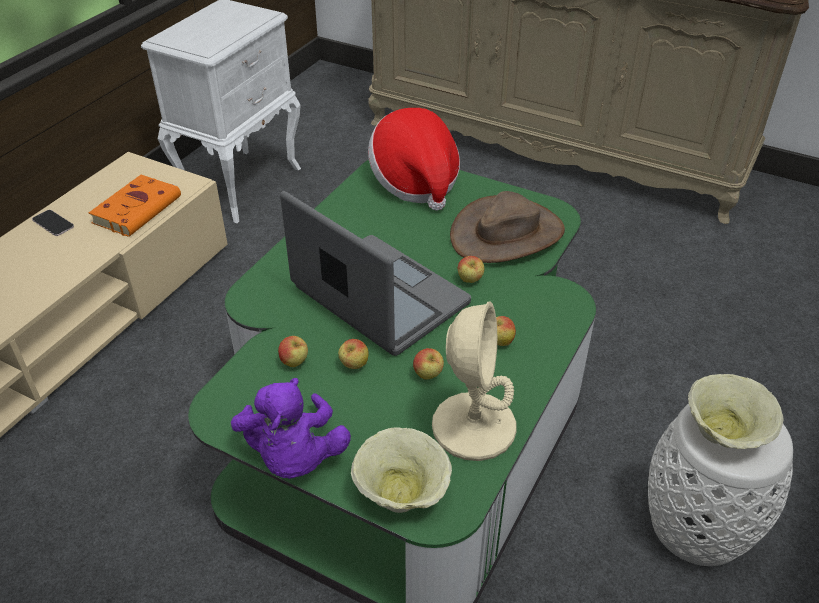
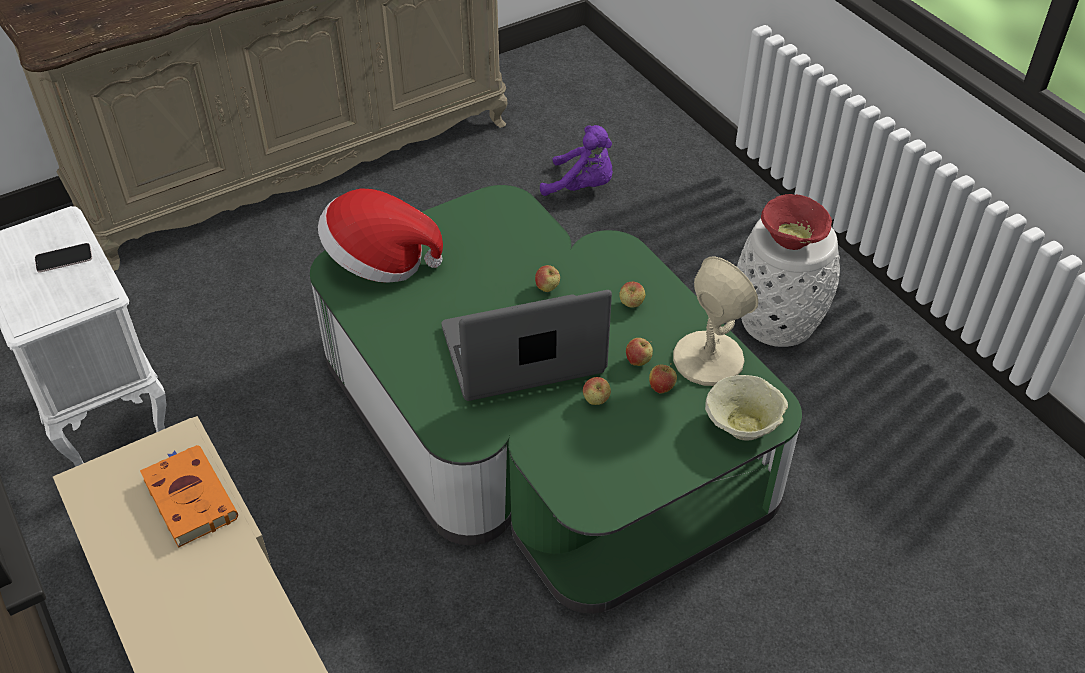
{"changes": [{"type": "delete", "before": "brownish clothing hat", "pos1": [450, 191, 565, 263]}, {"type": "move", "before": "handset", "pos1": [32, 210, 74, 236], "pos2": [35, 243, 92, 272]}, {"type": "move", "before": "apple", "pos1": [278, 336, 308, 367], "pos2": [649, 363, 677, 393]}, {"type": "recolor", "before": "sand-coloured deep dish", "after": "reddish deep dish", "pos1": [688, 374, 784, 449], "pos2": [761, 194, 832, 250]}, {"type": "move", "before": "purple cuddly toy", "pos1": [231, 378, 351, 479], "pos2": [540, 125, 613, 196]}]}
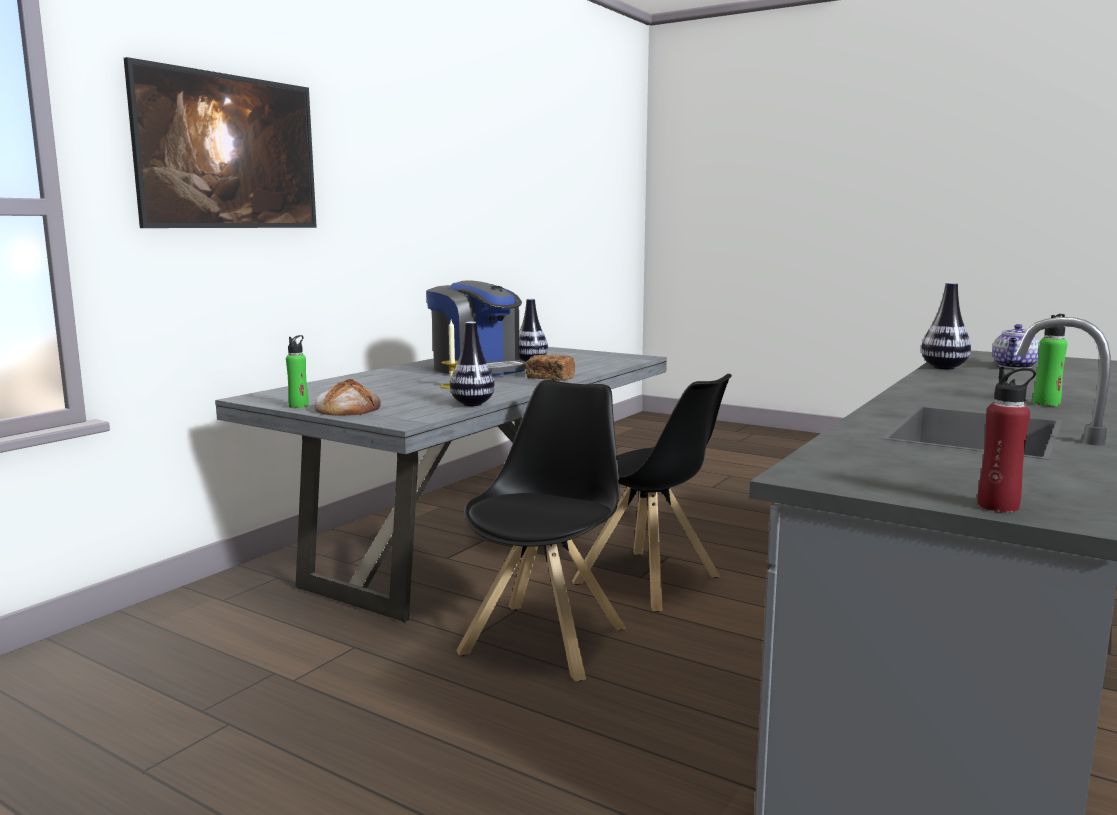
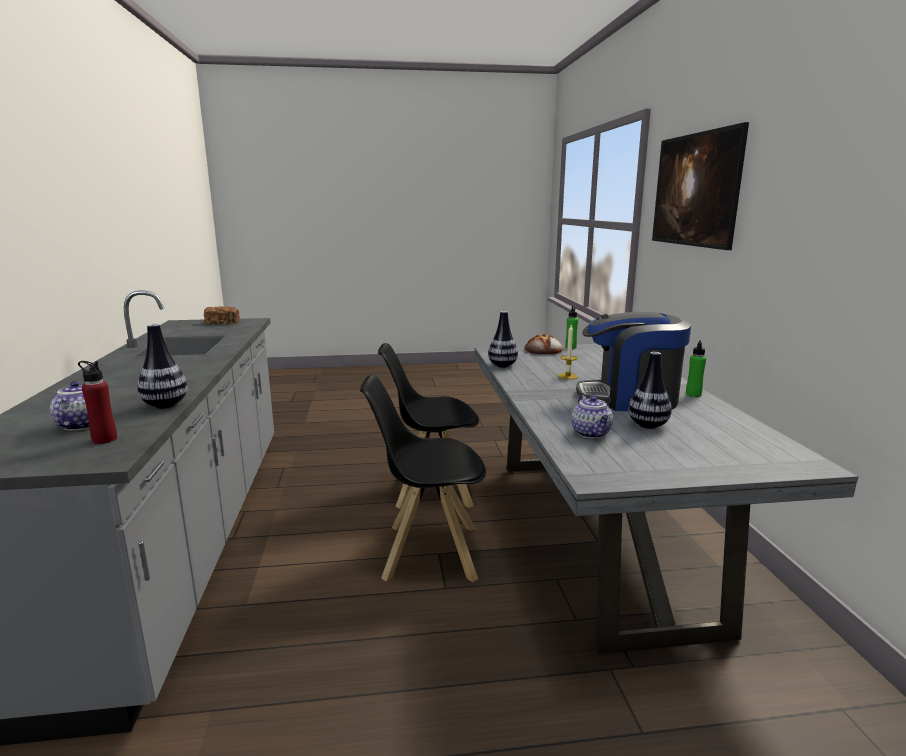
{"changes": [{"type": "move", "before": "greenish drink bottle", "pos1": [1033, 314, 1068, 406], "pos2": [686, 340, 706, 397]}, {"type": "move", "before": "bakery bread", "pos1": [526, 355, 575, 381], "pos2": [204, 306, 239, 324]}, {"type": "move", "before": "reddish drink bottle", "pos1": [978, 366, 1036, 512], "pos2": [78, 361, 117, 444]}, {"type": "rotate", "before": "blackish upright chair", "pos1": [456, 380, 626, 681], "pos2": [378, 343, 479, 509], "turn": 105}, {"type": "insert", "after": "pot for tea", "pos2": [571, 395, 613, 438]}]}
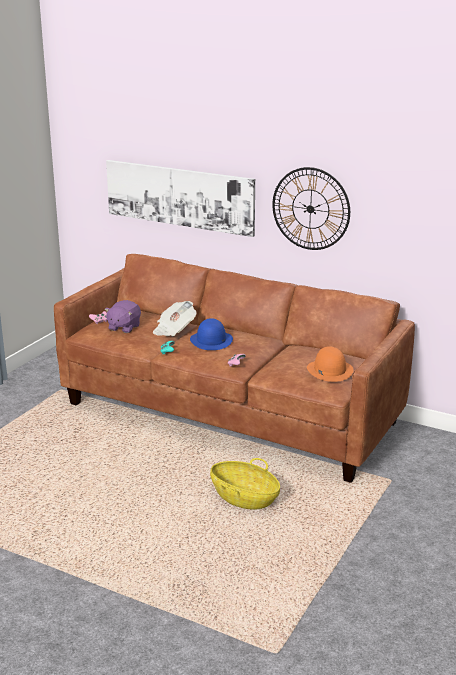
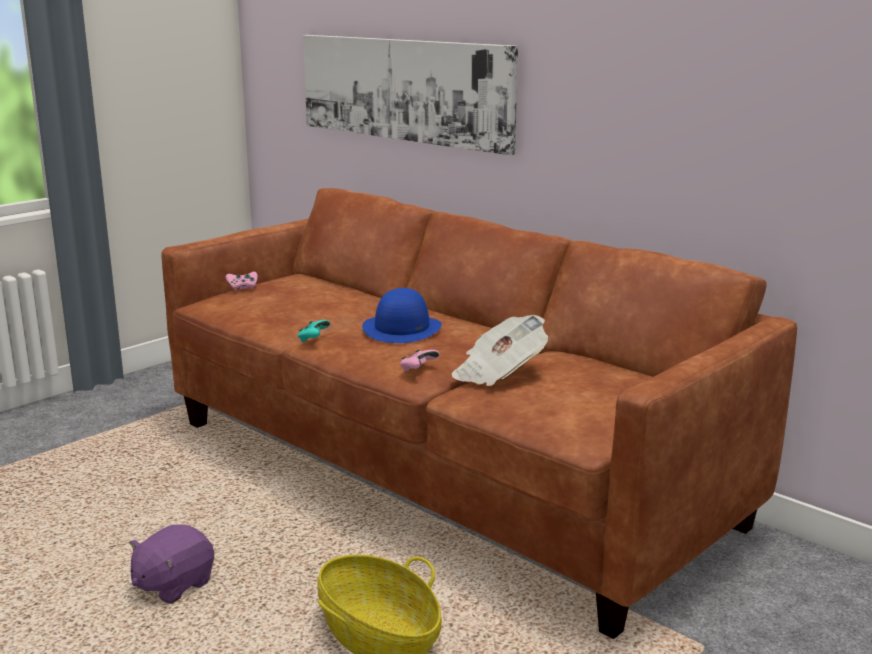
{"changes": [{"type": "delete", "before": "clock on the wall", "pos1": [272, 167, 350, 250]}, {"type": "move", "before": "purple cuddly toy", "pos1": [105, 300, 141, 333], "pos2": [129, 524, 214, 604]}, {"type": "move", "before": "printed paper", "pos1": [153, 301, 196, 336], "pos2": [452, 315, 548, 386]}, {"type": "delete", "before": "orangey clothing hat", "pos1": [307, 346, 354, 382]}]}
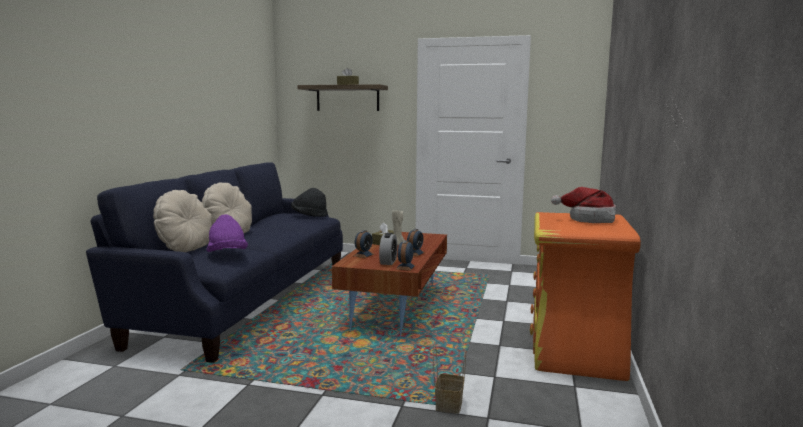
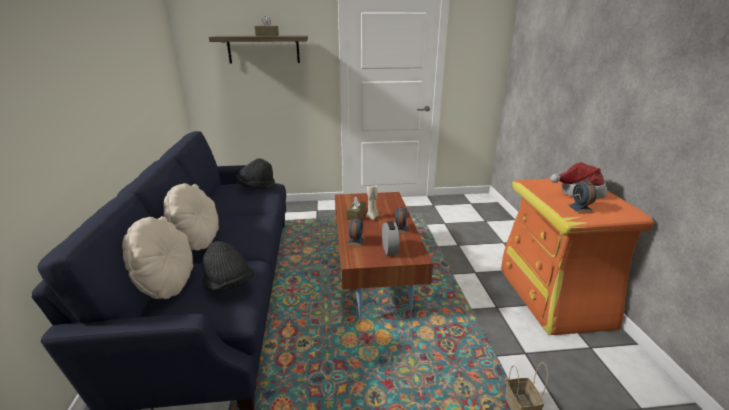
{"changes": [{"type": "recolor", "before": "purple clothing hat", "after": "blackish clothing hat", "pos1": [207, 214, 248, 252], "pos2": [202, 241, 255, 293]}, {"type": "move", "before": "table clock", "pos1": [396, 240, 415, 271], "pos2": [567, 181, 597, 214]}]}
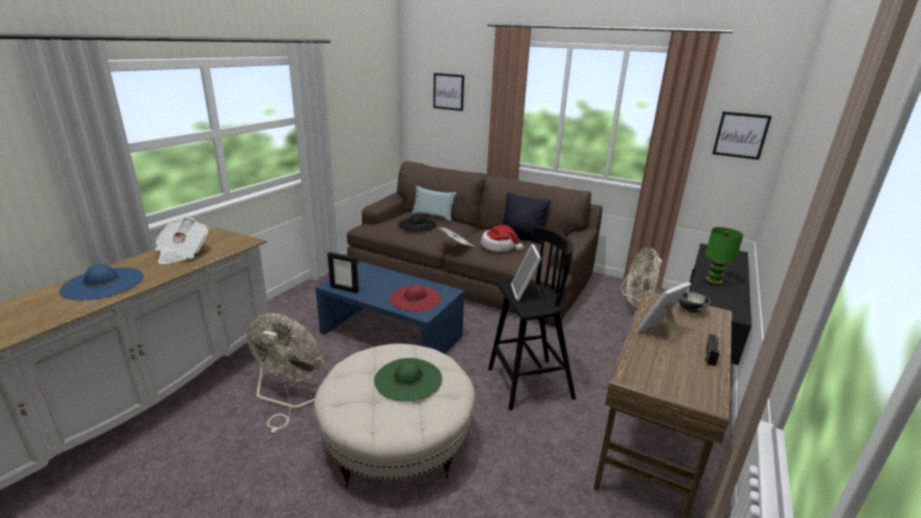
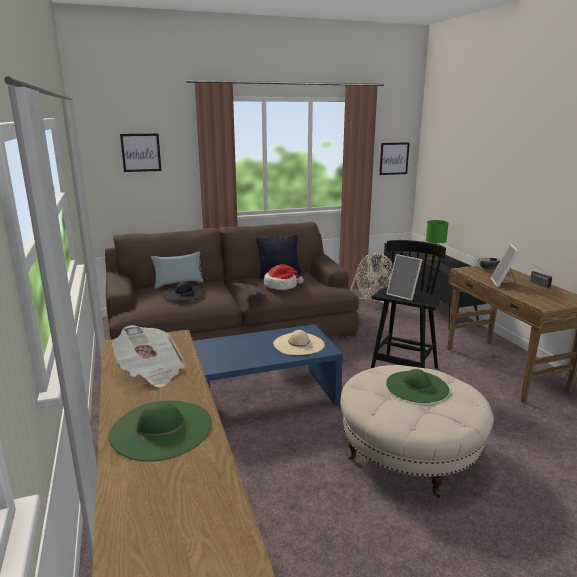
{"changes": [{"type": "delete", "before": "picture frame", "pos1": [327, 252, 359, 293]}, {"type": "recolor", "before": "blue clothing hat", "after": "greenish clothing hat", "pos1": [59, 264, 144, 300], "pos2": [108, 401, 212, 462]}, {"type": "recolor", "before": "reddish clothing hat", "after": "sand-coloured clothing hat", "pos1": [390, 285, 441, 312], "pos2": [273, 330, 325, 355]}, {"type": "delete", "before": "sand-coloured electric fan", "pos1": [245, 314, 330, 435]}]}
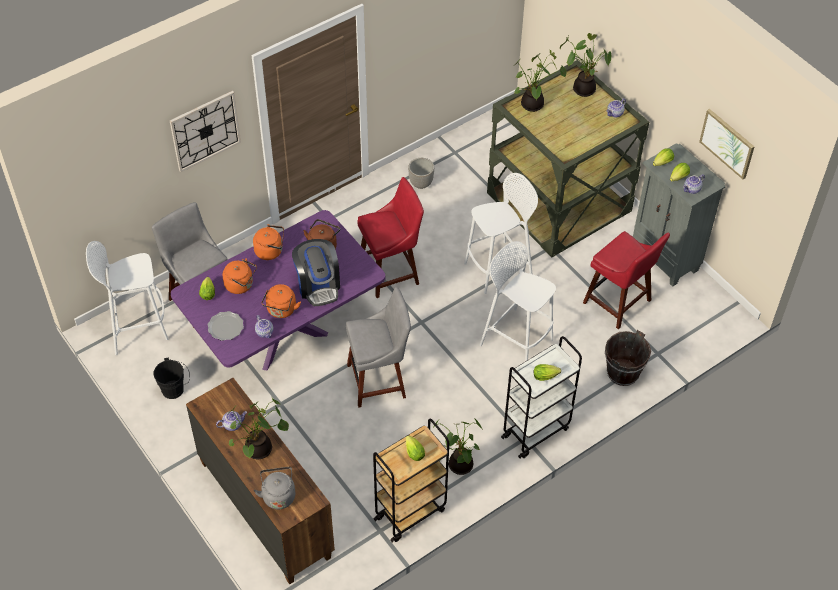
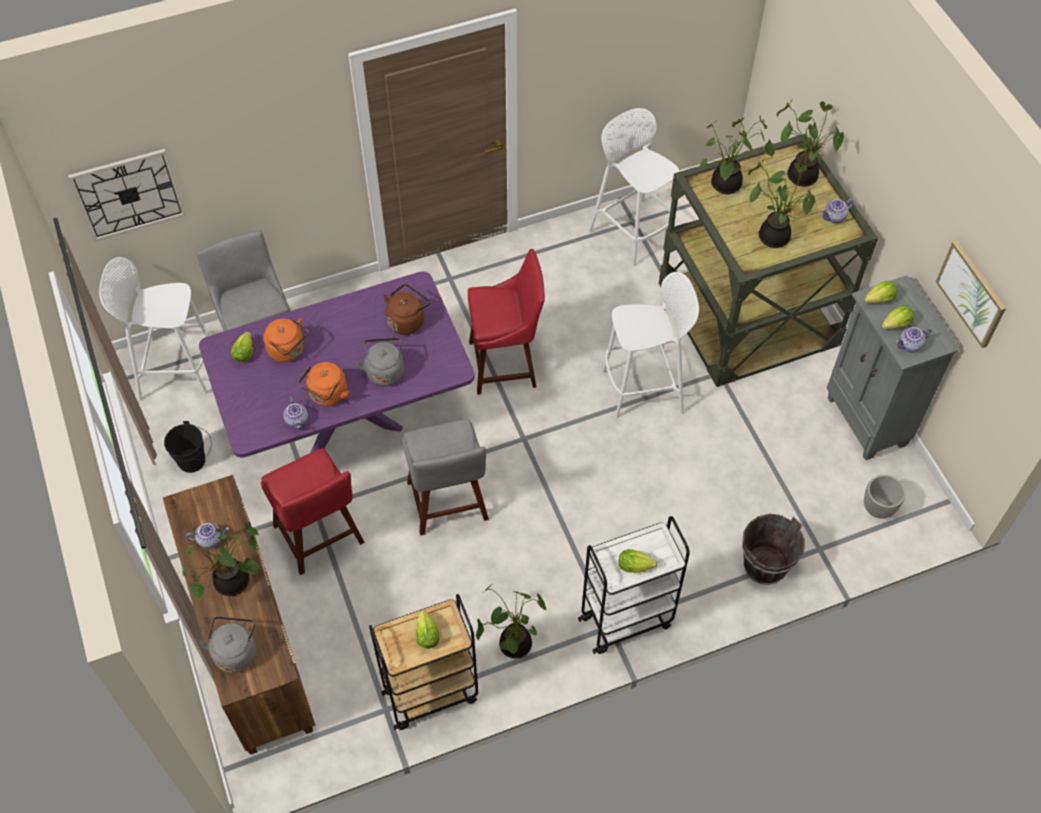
{"changes": [{"type": "move", "before": "clock on the wall", "pos1": [170, 91, 241, 172], "pos2": [68, 149, 186, 241]}, {"type": "move", "before": "plant pot", "pos1": [408, 158, 434, 189], "pos2": [864, 475, 906, 519]}, {"type": "delete", "before": "orangey kettle", "pos1": [253, 224, 284, 260]}, {"type": "move", "before": "reddish upright chair", "pos1": [583, 231, 670, 329], "pos2": [261, 448, 365, 575]}, {"type": "replace", "before": "coffee machine", "after": "greyish kettle", "pos1": [292, 239, 340, 306], "pos2": [355, 338, 404, 386]}, {"type": "move", "before": "white stool", "pos1": [480, 241, 556, 362], "pos2": [588, 108, 679, 266]}, {"type": "rotate", "before": "greyish upright chair", "pos1": [346, 287, 411, 408], "pos2": [402, 419, 489, 536], "turn": 75}, {"type": "delete", "before": "flat dish", "pos1": [208, 311, 244, 341]}, {"type": "insert", "after": "plant in a pot", "pos2": [748, 159, 817, 248]}]}
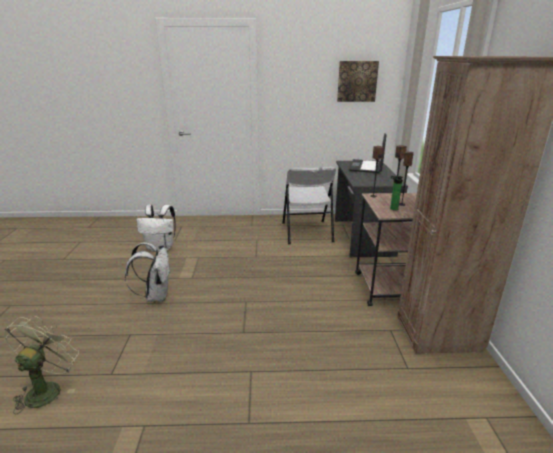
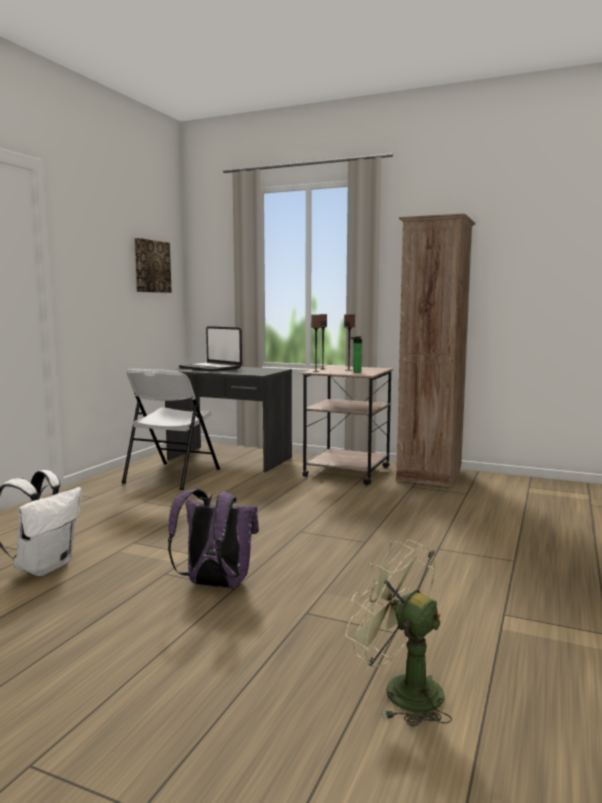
{"changes": [{"type": "rotate", "before": "white upright chair", "pos1": [282, 167, 336, 244], "pos2": [122, 369, 220, 490], "turn": 90}, {"type": "recolor", "before": "white rucksack", "after": "purple rucksack", "pos1": [125, 242, 171, 302], "pos2": [168, 489, 259, 588]}]}
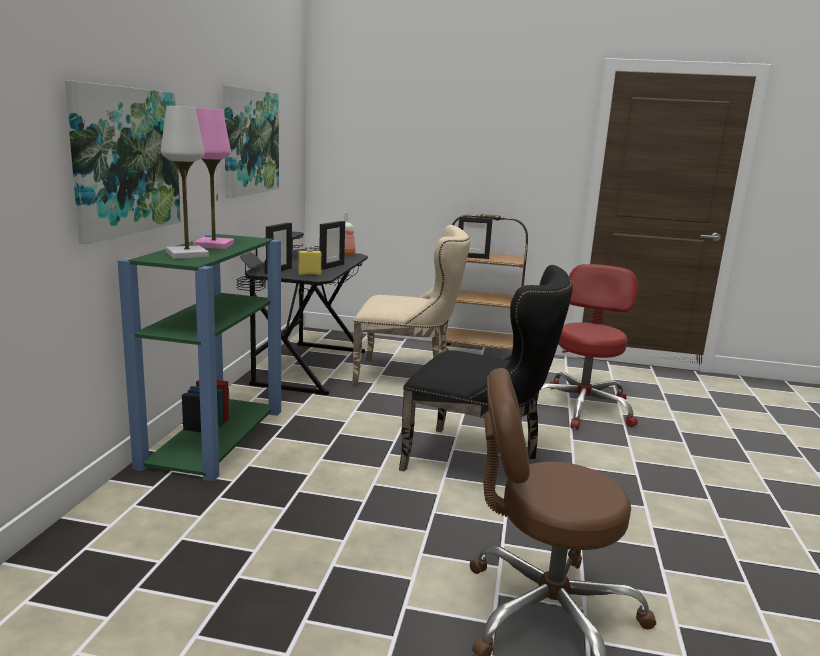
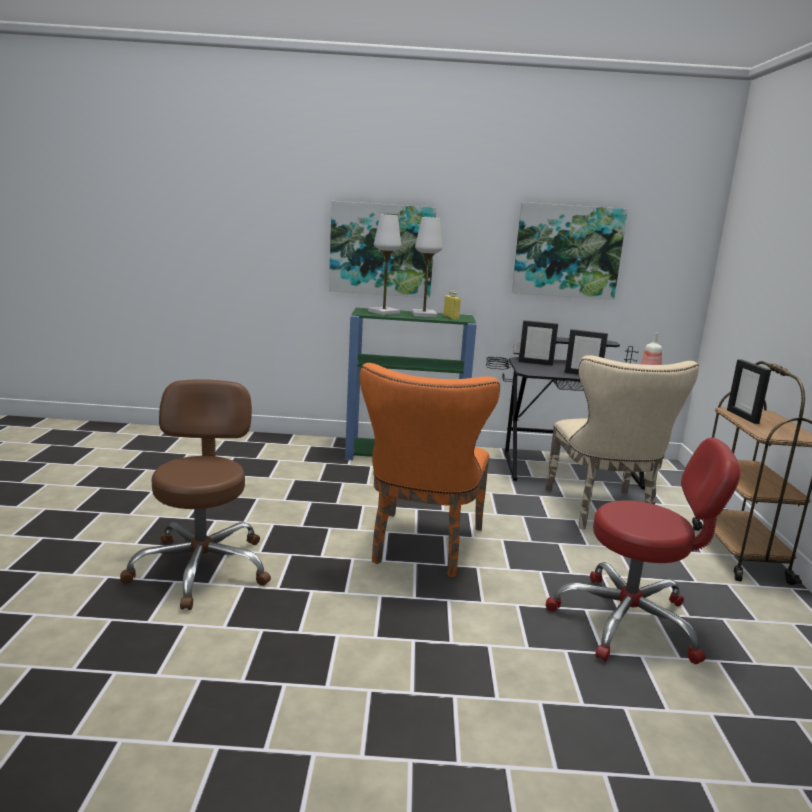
{"changes": [{"type": "recolor", "before": "pink lamp for a table", "after": "white lamp for a table", "pos1": [193, 108, 234, 249], "pos2": [412, 217, 442, 318]}, {"type": "move", "before": "yellowish drink bottle", "pos1": [298, 245, 322, 275], "pos2": [443, 291, 461, 319]}, {"type": "recolor", "before": "blackish upright chair", "after": "orangey upright chair", "pos1": [399, 265, 573, 479], "pos2": [360, 363, 500, 577]}]}
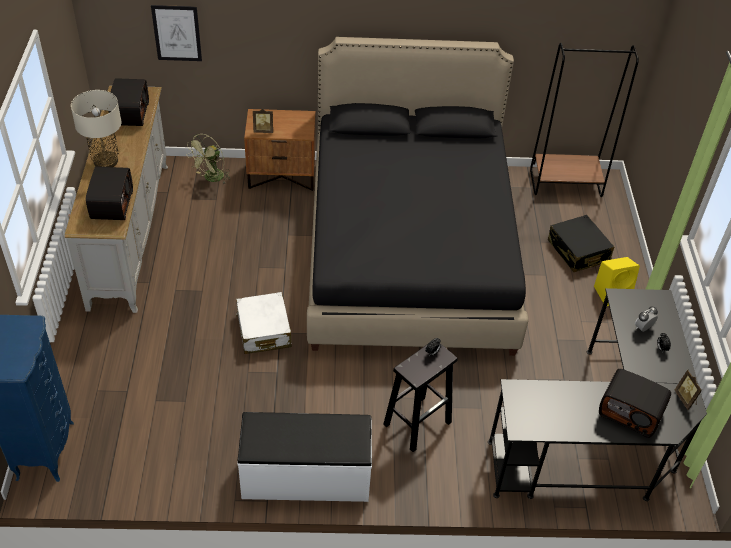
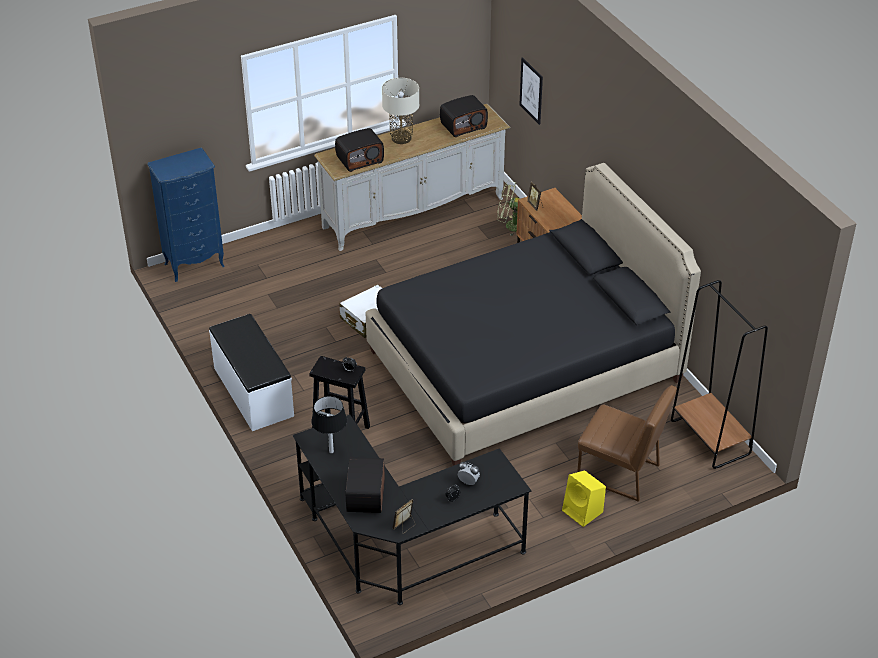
{"changes": [{"type": "replace", "before": "blackish travel case", "after": "brownish upright chair", "pos1": [548, 215, 614, 272], "pos2": [577, 385, 677, 502]}, {"type": "insert", "after": "blackish lamp for a table", "pos2": [311, 396, 347, 453]}]}
